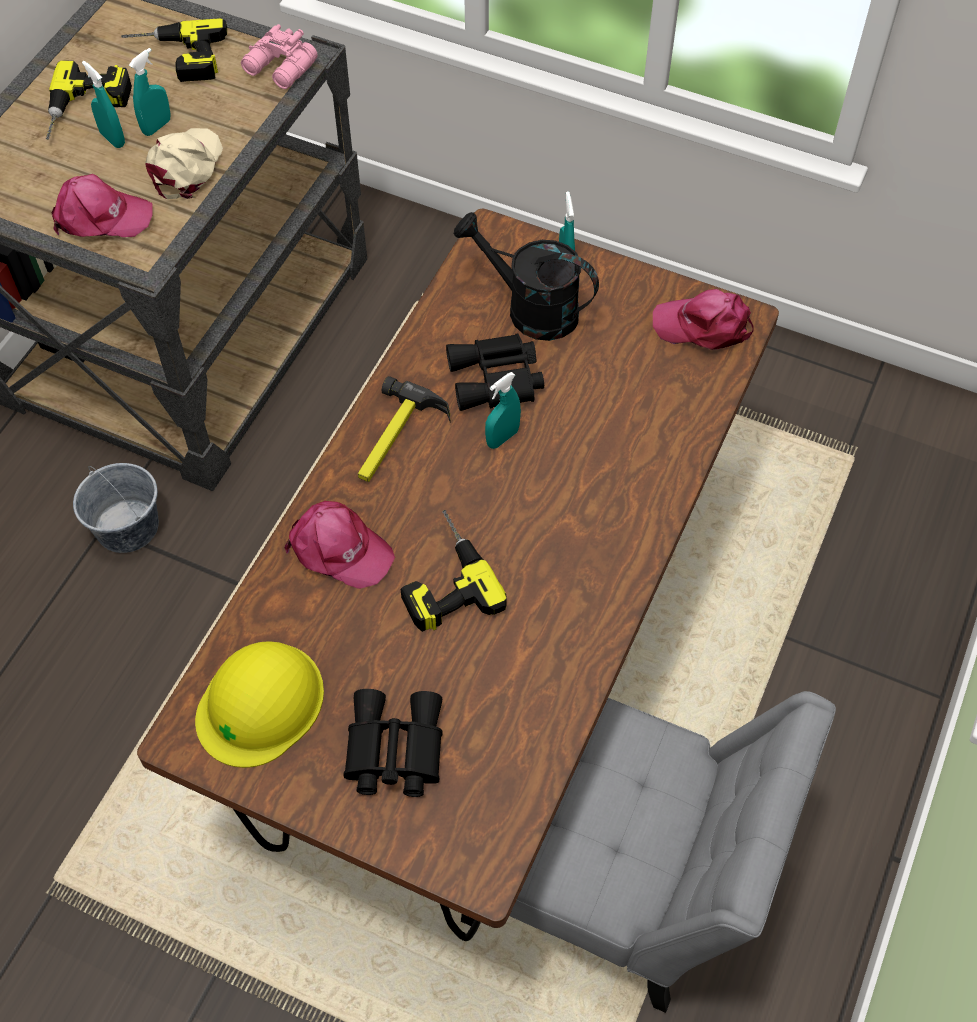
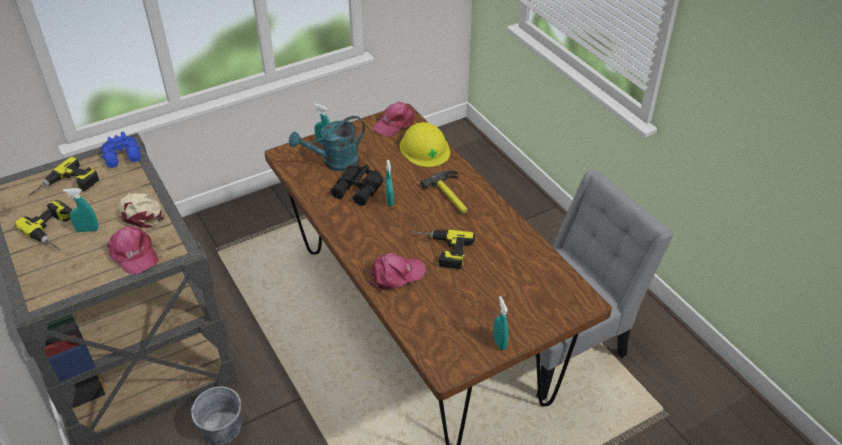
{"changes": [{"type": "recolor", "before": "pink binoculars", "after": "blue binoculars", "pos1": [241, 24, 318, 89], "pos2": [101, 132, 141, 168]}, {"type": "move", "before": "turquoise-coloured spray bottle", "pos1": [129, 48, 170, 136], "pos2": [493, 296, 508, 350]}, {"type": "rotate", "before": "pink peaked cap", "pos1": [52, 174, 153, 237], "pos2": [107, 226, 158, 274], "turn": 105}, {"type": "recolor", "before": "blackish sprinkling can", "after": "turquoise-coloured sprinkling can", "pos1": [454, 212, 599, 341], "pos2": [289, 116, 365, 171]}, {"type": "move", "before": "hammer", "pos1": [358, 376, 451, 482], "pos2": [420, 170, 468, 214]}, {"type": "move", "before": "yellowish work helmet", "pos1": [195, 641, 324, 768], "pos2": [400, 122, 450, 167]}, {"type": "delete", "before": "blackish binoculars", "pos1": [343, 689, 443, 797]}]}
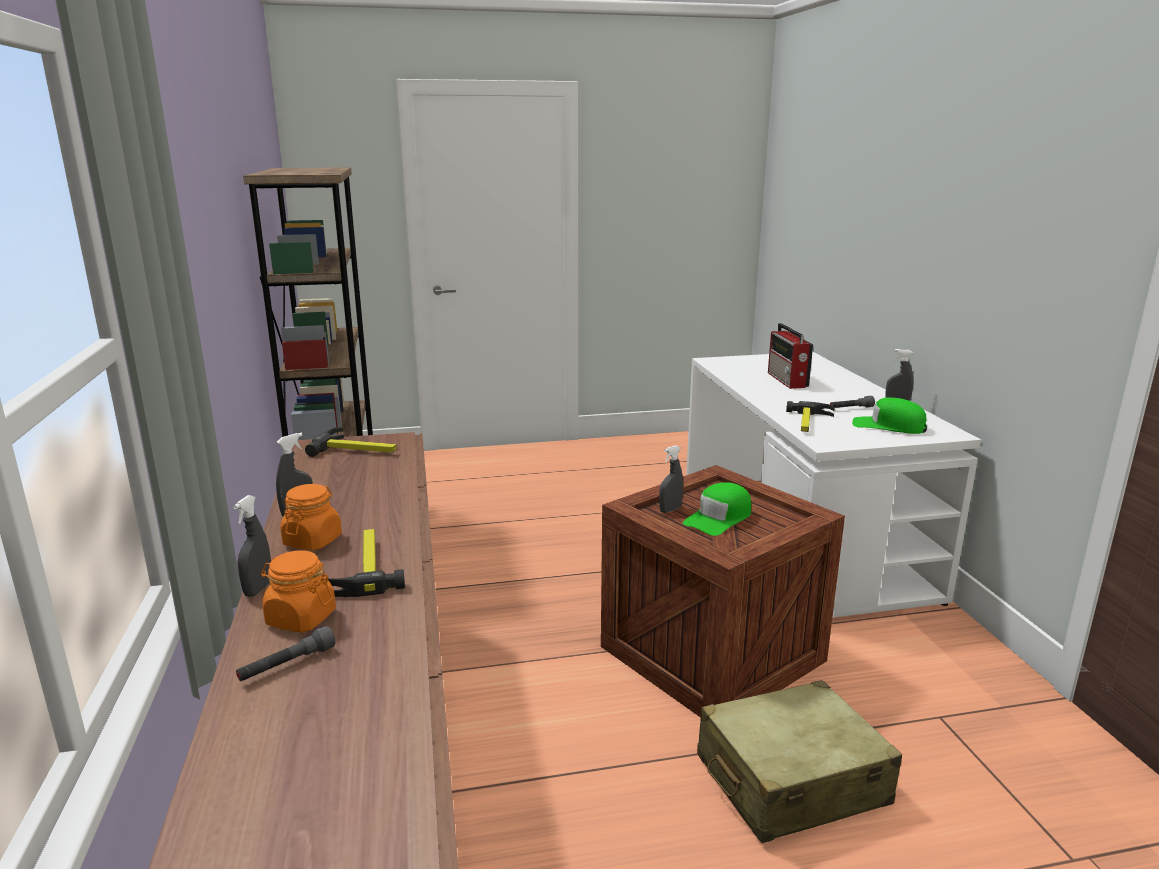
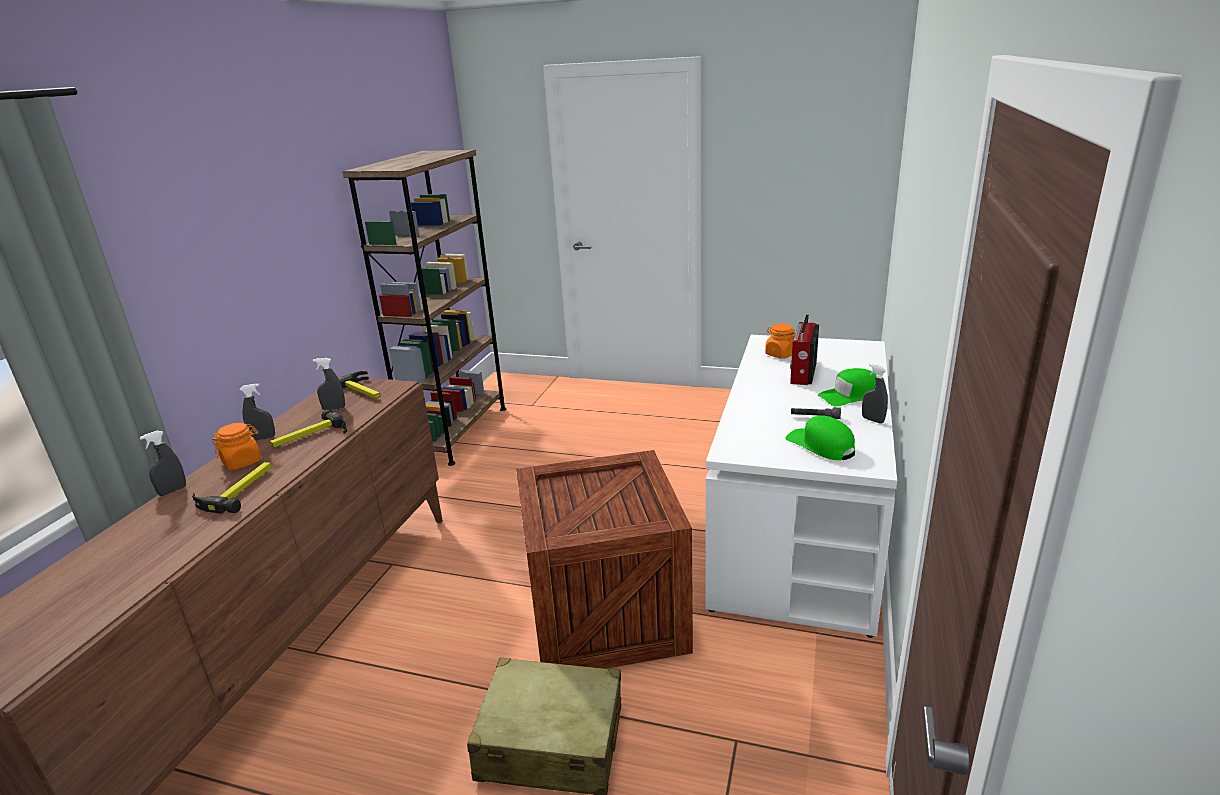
{"changes": [{"type": "move", "before": "hammer", "pos1": [786, 401, 835, 432], "pos2": [270, 410, 347, 447]}, {"type": "move", "before": "greyish spray bottle", "pos1": [659, 445, 683, 513], "pos2": [313, 358, 345, 410]}, {"type": "move", "before": "greenish peaked cap", "pos1": [683, 482, 751, 536], "pos2": [818, 368, 877, 407]}, {"type": "move", "before": "orangey storage jar", "pos1": [261, 550, 336, 632], "pos2": [765, 324, 795, 359]}, {"type": "delete", "before": "greyish torch", "pos1": [236, 626, 335, 681]}]}
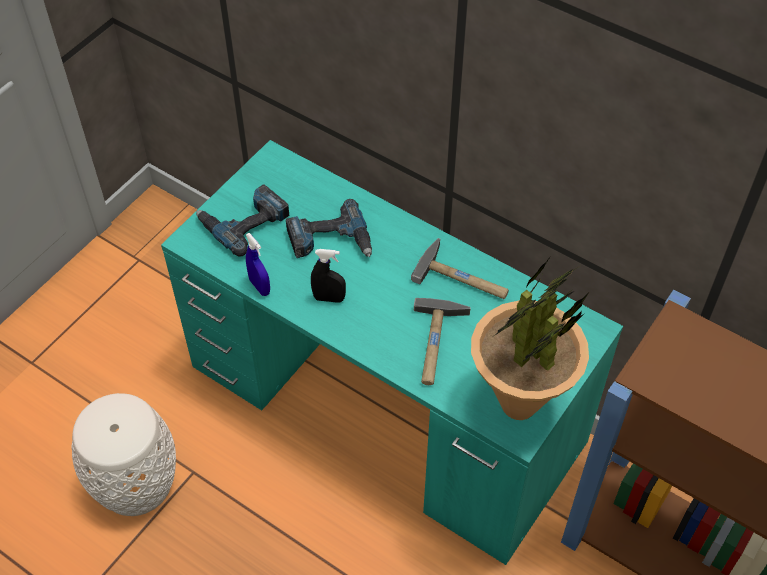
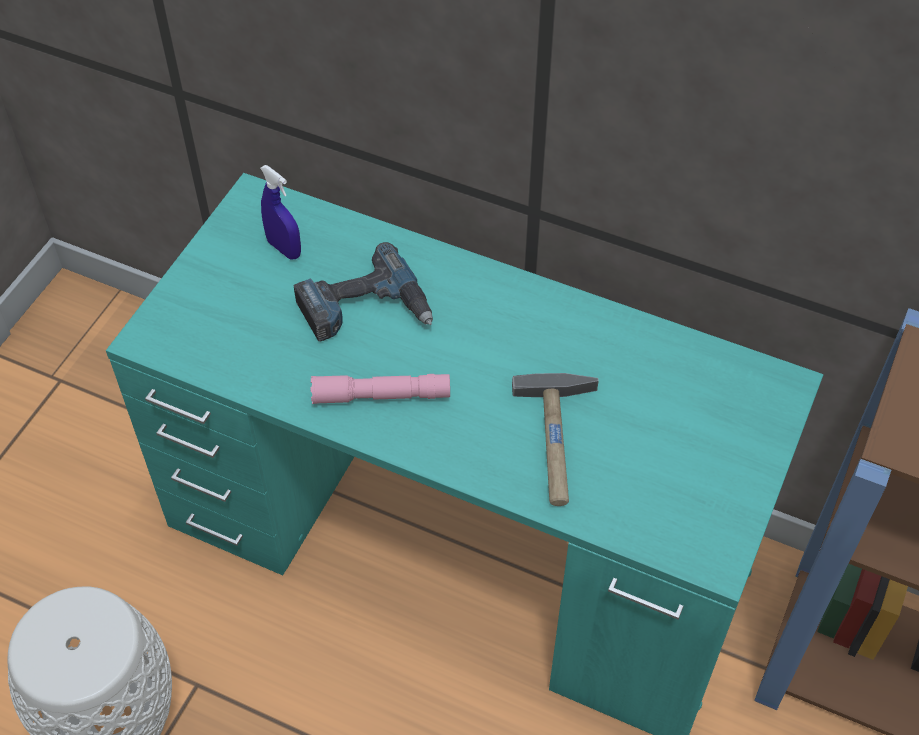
{"changes": [{"type": "delete", "before": "drill", "pos1": [196, 184, 289, 257]}, {"type": "move", "before": "blue spray bottle", "pos1": [246, 233, 270, 296], "pos2": [260, 165, 301, 259]}, {"type": "delete", "before": "hammer", "pos1": [411, 238, 509, 299]}, {"type": "replace", "before": "blackish spray bottle", "after": "pink torch", "pos1": [311, 249, 346, 303], "pos2": [311, 374, 450, 404]}, {"type": "delete", "before": "plant in a pot", "pos1": [471, 257, 589, 420]}]}
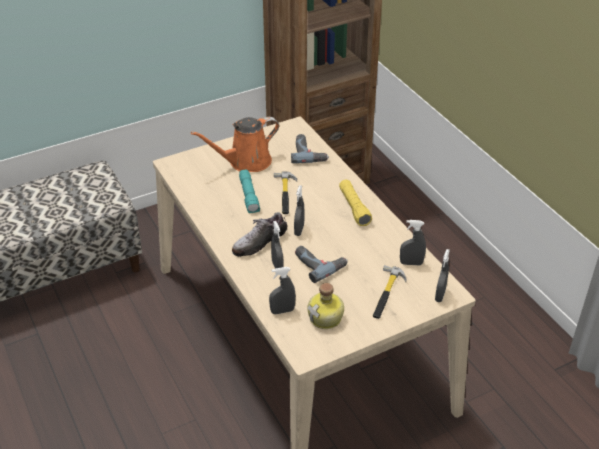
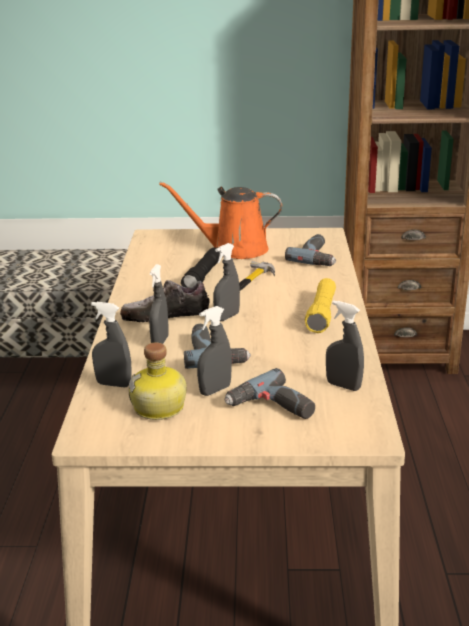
{"changes": [{"type": "recolor", "before": "turquoise-coloured torch", "after": "blackish torch", "pos1": [239, 170, 260, 213], "pos2": [181, 247, 220, 287]}, {"type": "move", "before": "greyish spray bottle", "pos1": [435, 249, 450, 302], "pos2": [197, 306, 232, 396]}, {"type": "replace", "before": "hammer", "after": "drill", "pos1": [373, 265, 407, 319], "pos2": [225, 368, 315, 419]}]}
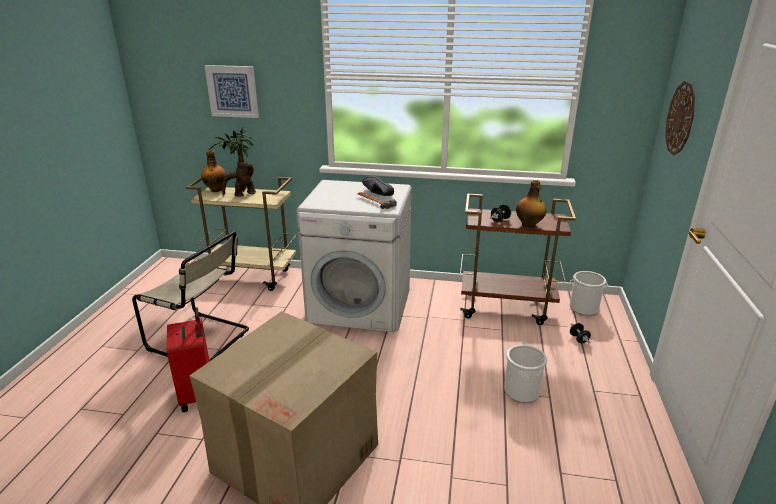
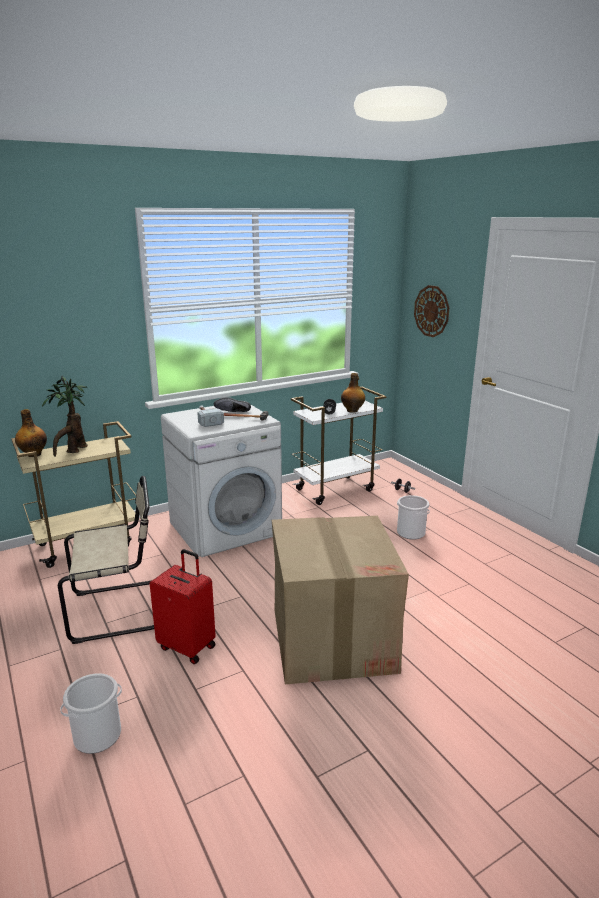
{"changes": [{"type": "delete", "before": "wall art", "pos1": [205, 65, 259, 118]}, {"type": "recolor", "before": "brownish cart", "after": "white cart", "pos1": [460, 194, 576, 325], "pos2": [291, 387, 386, 505]}, {"type": "move", "before": "pail", "pos1": [570, 271, 608, 315], "pos2": [60, 673, 122, 754]}, {"type": "insert", "after": "hammer", "pos2": [197, 405, 224, 427]}]}
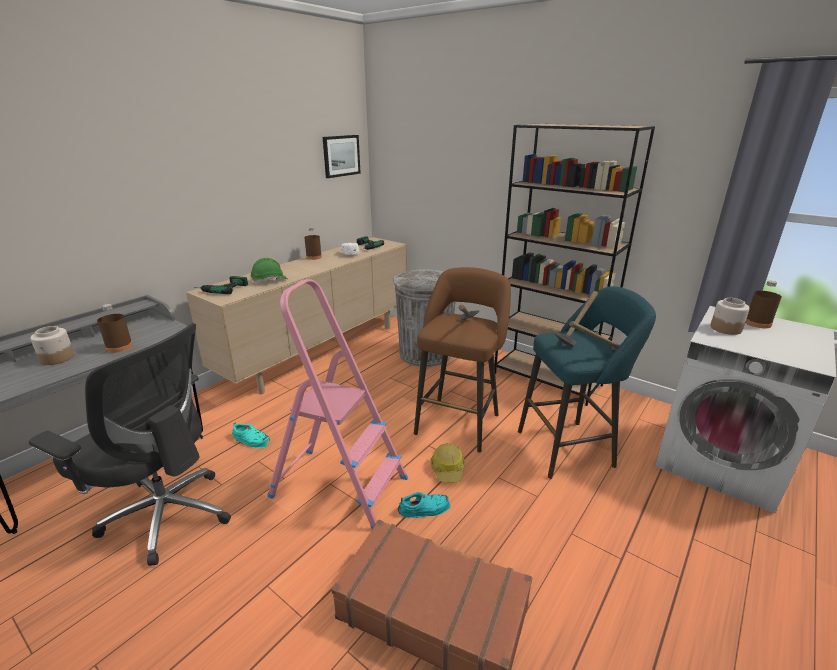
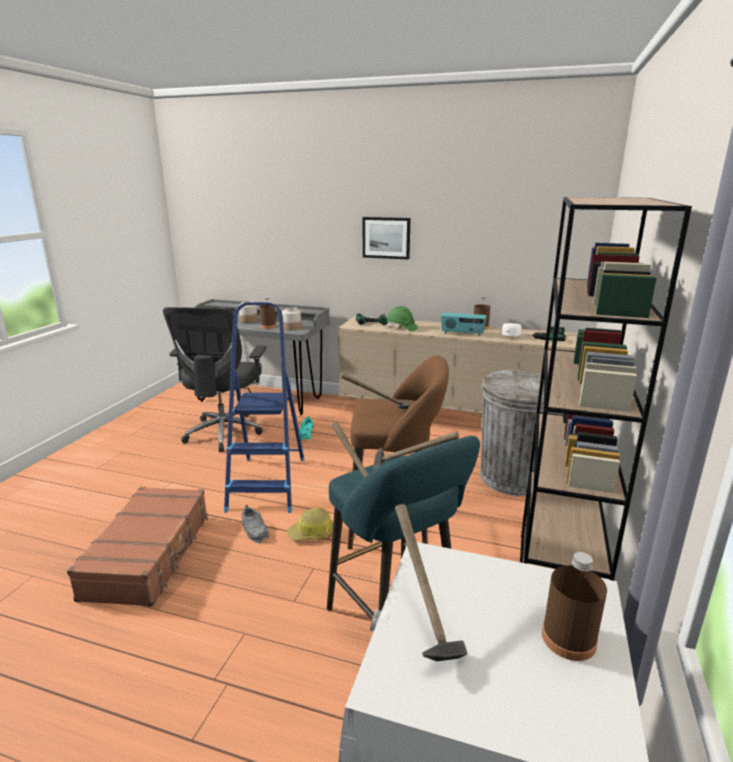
{"changes": [{"type": "move", "before": "wall art", "pos1": [323, 135, 361, 178], "pos2": [363, 217, 411, 260]}, {"type": "recolor", "before": "pink stepladder", "after": "blue stepladder", "pos1": [267, 279, 408, 529], "pos2": [224, 302, 304, 513]}, {"type": "move", "before": "storage jar", "pos1": [710, 298, 750, 335], "pos2": [282, 307, 301, 330]}, {"type": "recolor", "before": "turquoise-coloured low shoe", "after": "greyish low shoe", "pos1": [398, 492, 450, 518], "pos2": [242, 505, 269, 544]}, {"type": "insert", "after": "radio receiver", "pos2": [441, 313, 487, 336]}, {"type": "insert", "after": "hammer", "pos2": [395, 504, 468, 661]}]}
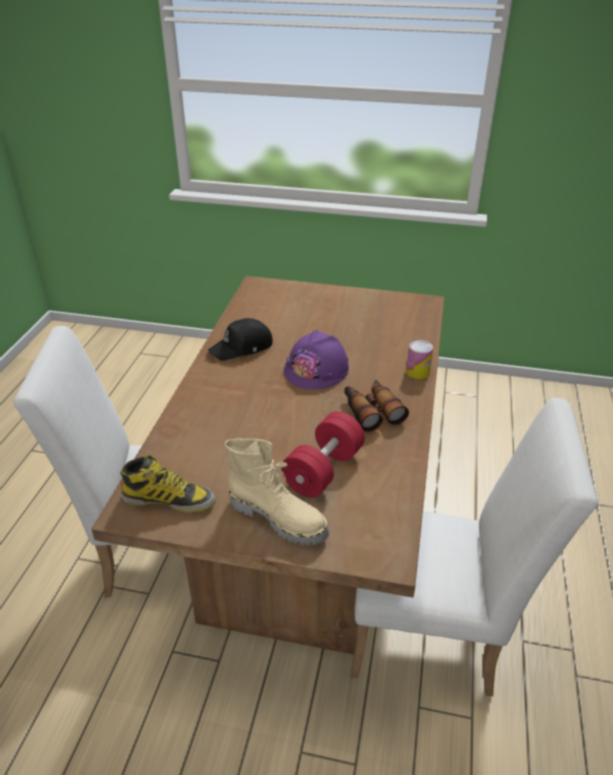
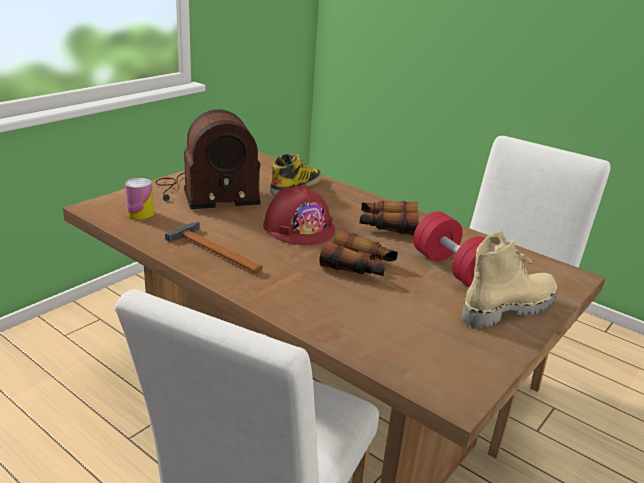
{"changes": [{"type": "replace", "before": "blackish peaked cap", "after": "hammer", "pos1": [208, 318, 273, 361], "pos2": [165, 221, 263, 274]}, {"type": "recolor", "before": "purple work helmet", "after": "reddish work helmet", "pos1": [284, 330, 349, 389], "pos2": [263, 184, 335, 245]}, {"type": "move", "before": "metal can", "pos1": [406, 340, 433, 379], "pos2": [125, 178, 154, 220]}, {"type": "move", "before": "tall boot", "pos1": [120, 455, 216, 513], "pos2": [270, 154, 322, 196]}, {"type": "insert", "after": "radio receiver", "pos2": [155, 109, 261, 209]}, {"type": "insert", "after": "binoculars", "pos2": [319, 229, 398, 276]}]}
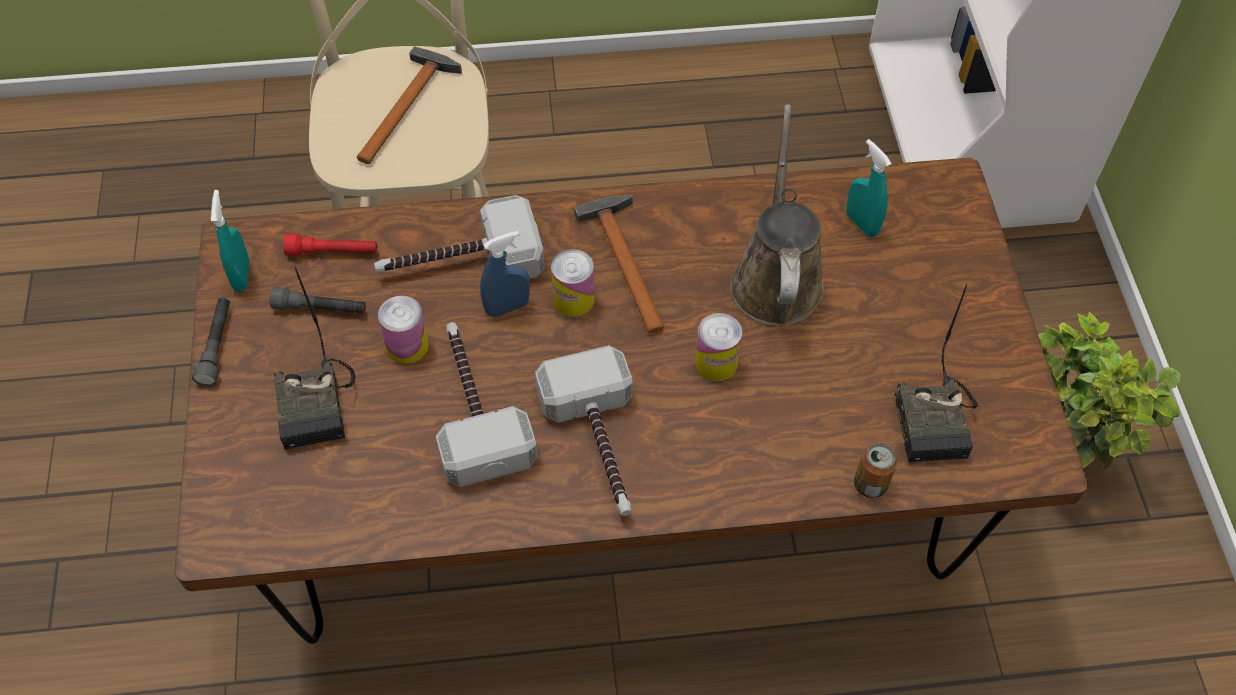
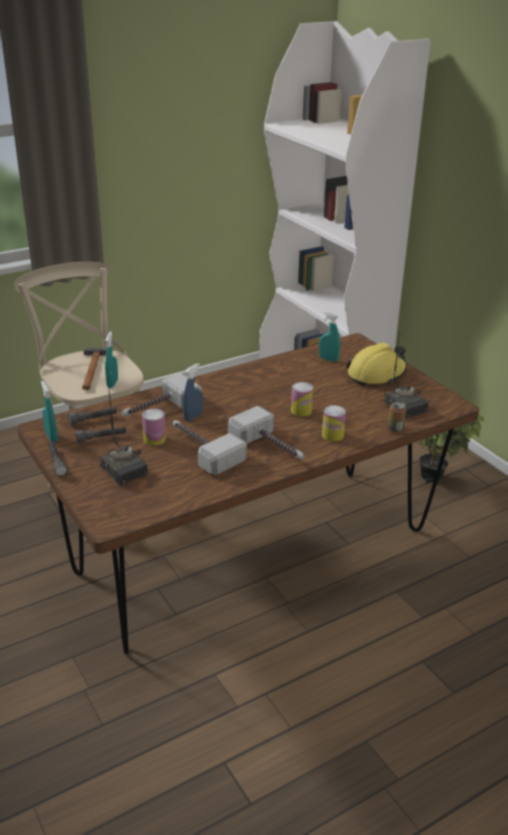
{"changes": [{"type": "delete", "before": "brownish sprinkling can", "pos1": [730, 105, 824, 327]}, {"type": "delete", "before": "hammer", "pos1": [574, 195, 664, 333]}, {"type": "recolor", "before": "reddish torch", "after": "greyish torch", "pos1": [283, 234, 377, 256], "pos2": [68, 407, 117, 425]}, {"type": "move", "before": "metal can", "pos1": [551, 249, 594, 317], "pos2": [322, 405, 346, 442]}, {"type": "insert", "after": "turquoise-coloured spray bottle", "pos2": [105, 331, 118, 388]}, {"type": "insert", "after": "yellowish work helmet", "pos2": [346, 343, 407, 385]}]}
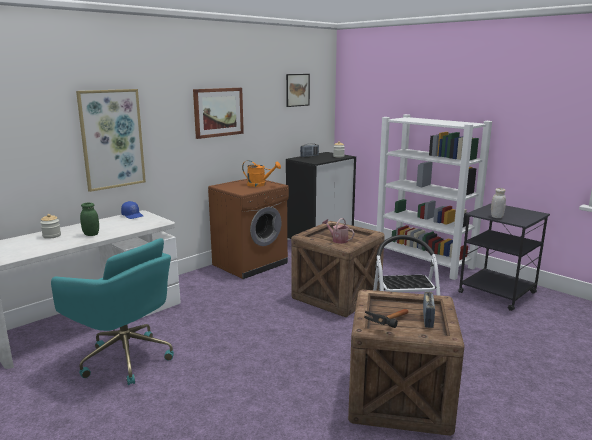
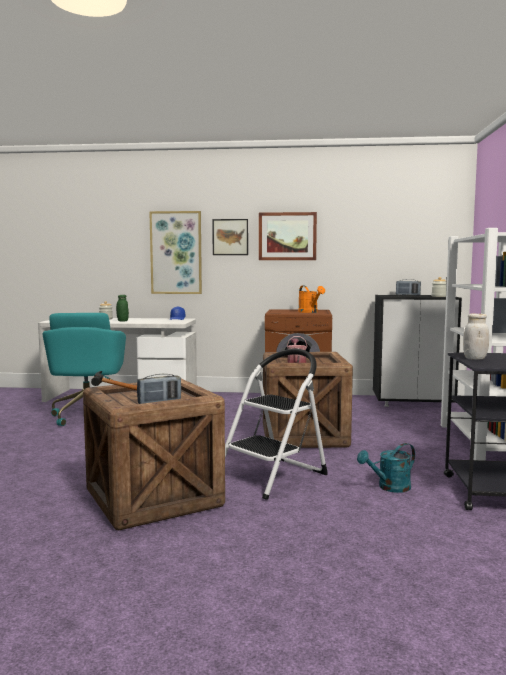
{"changes": [{"type": "move", "before": "wall art", "pos1": [286, 74, 310, 107], "pos2": [212, 219, 248, 255]}, {"type": "insert", "after": "turquoise-coloured sprinkling can", "pos2": [357, 443, 415, 493]}]}
